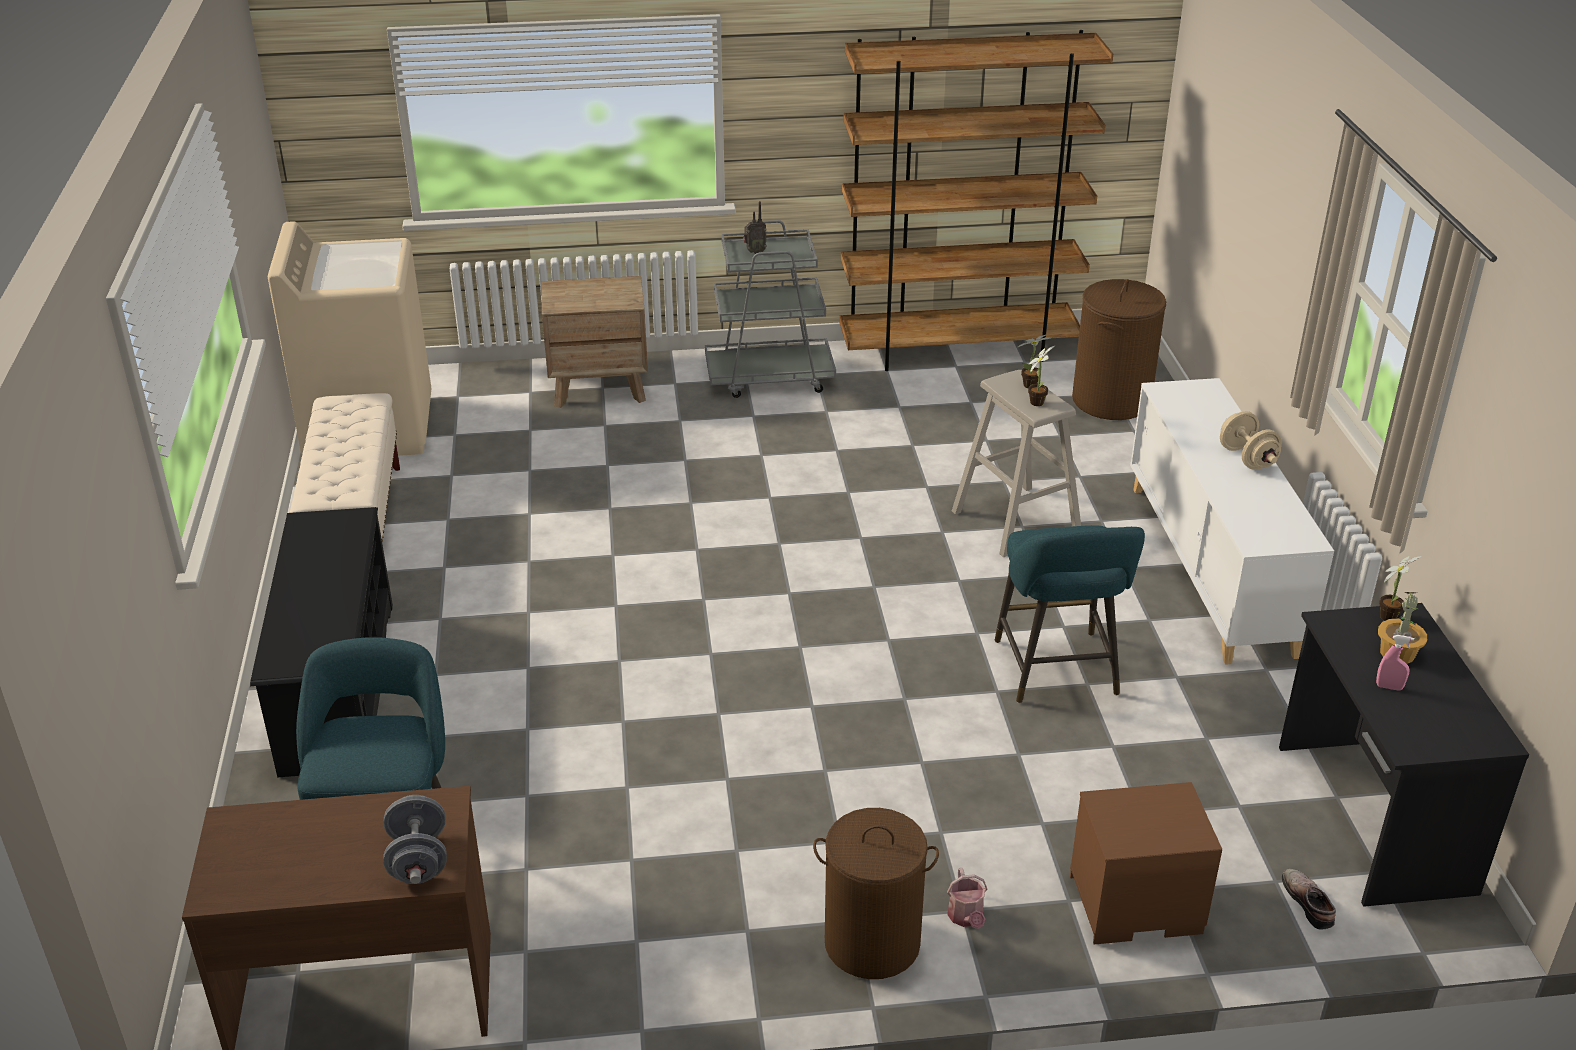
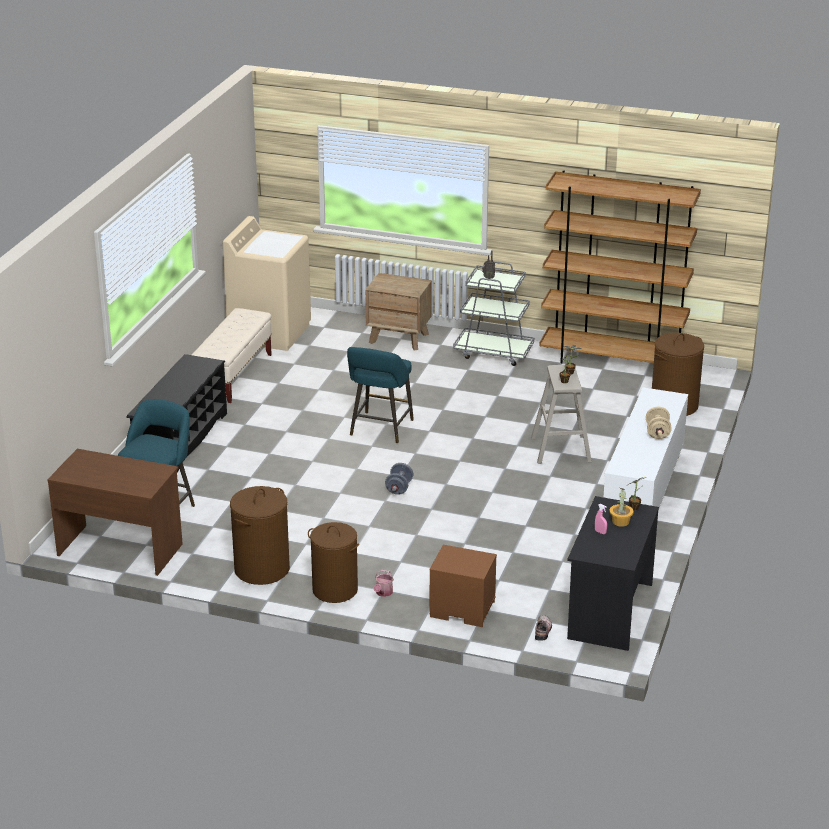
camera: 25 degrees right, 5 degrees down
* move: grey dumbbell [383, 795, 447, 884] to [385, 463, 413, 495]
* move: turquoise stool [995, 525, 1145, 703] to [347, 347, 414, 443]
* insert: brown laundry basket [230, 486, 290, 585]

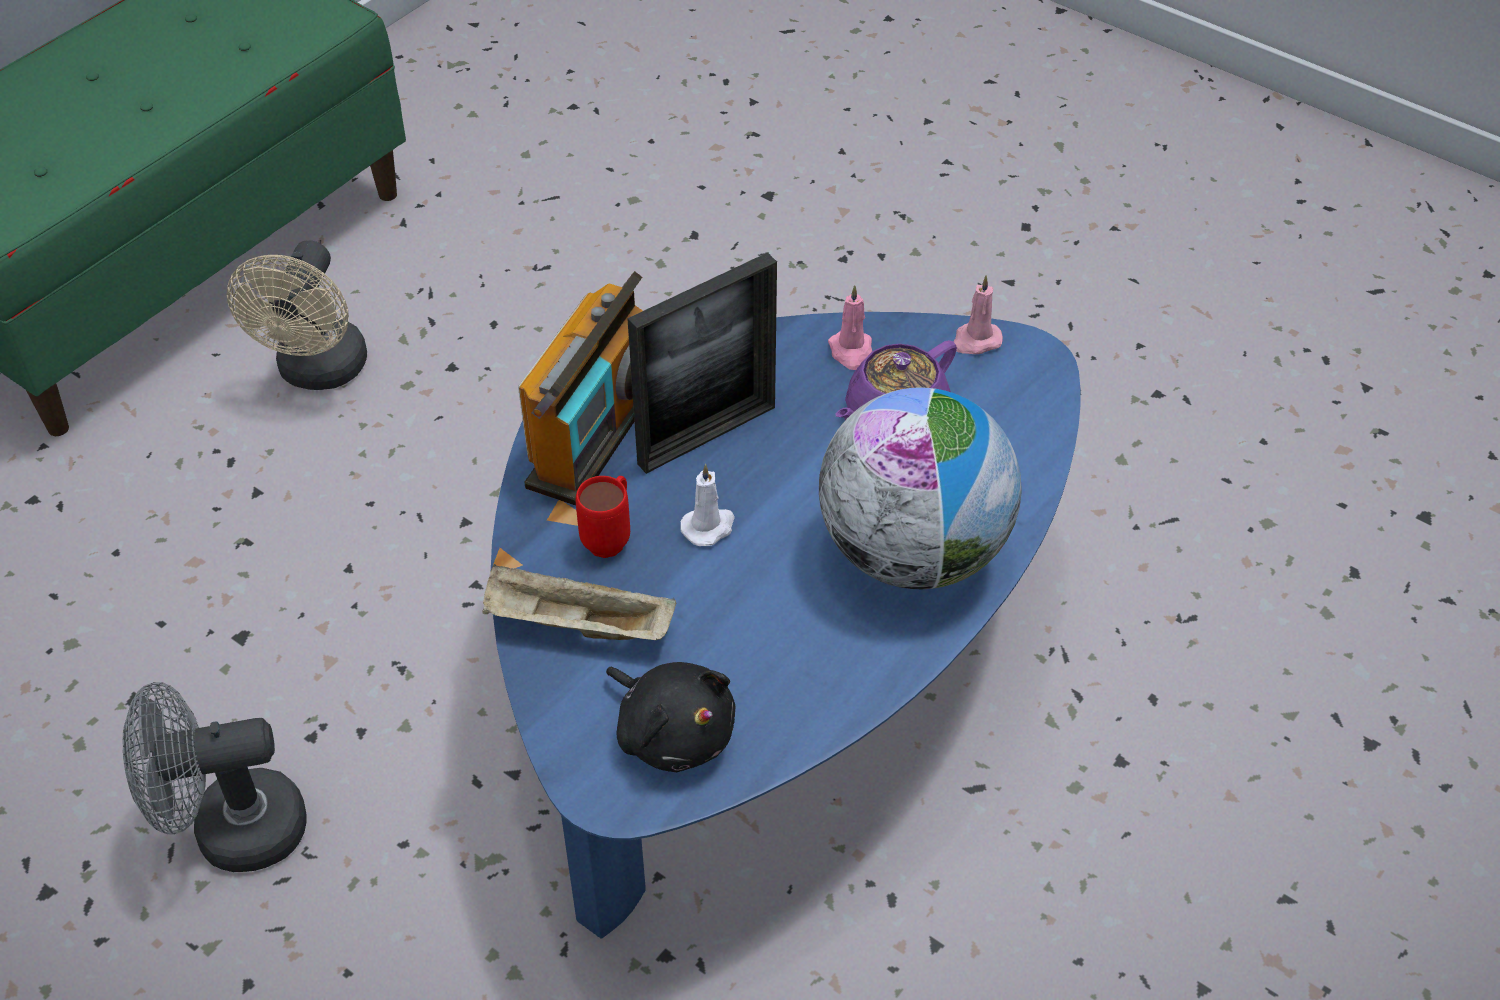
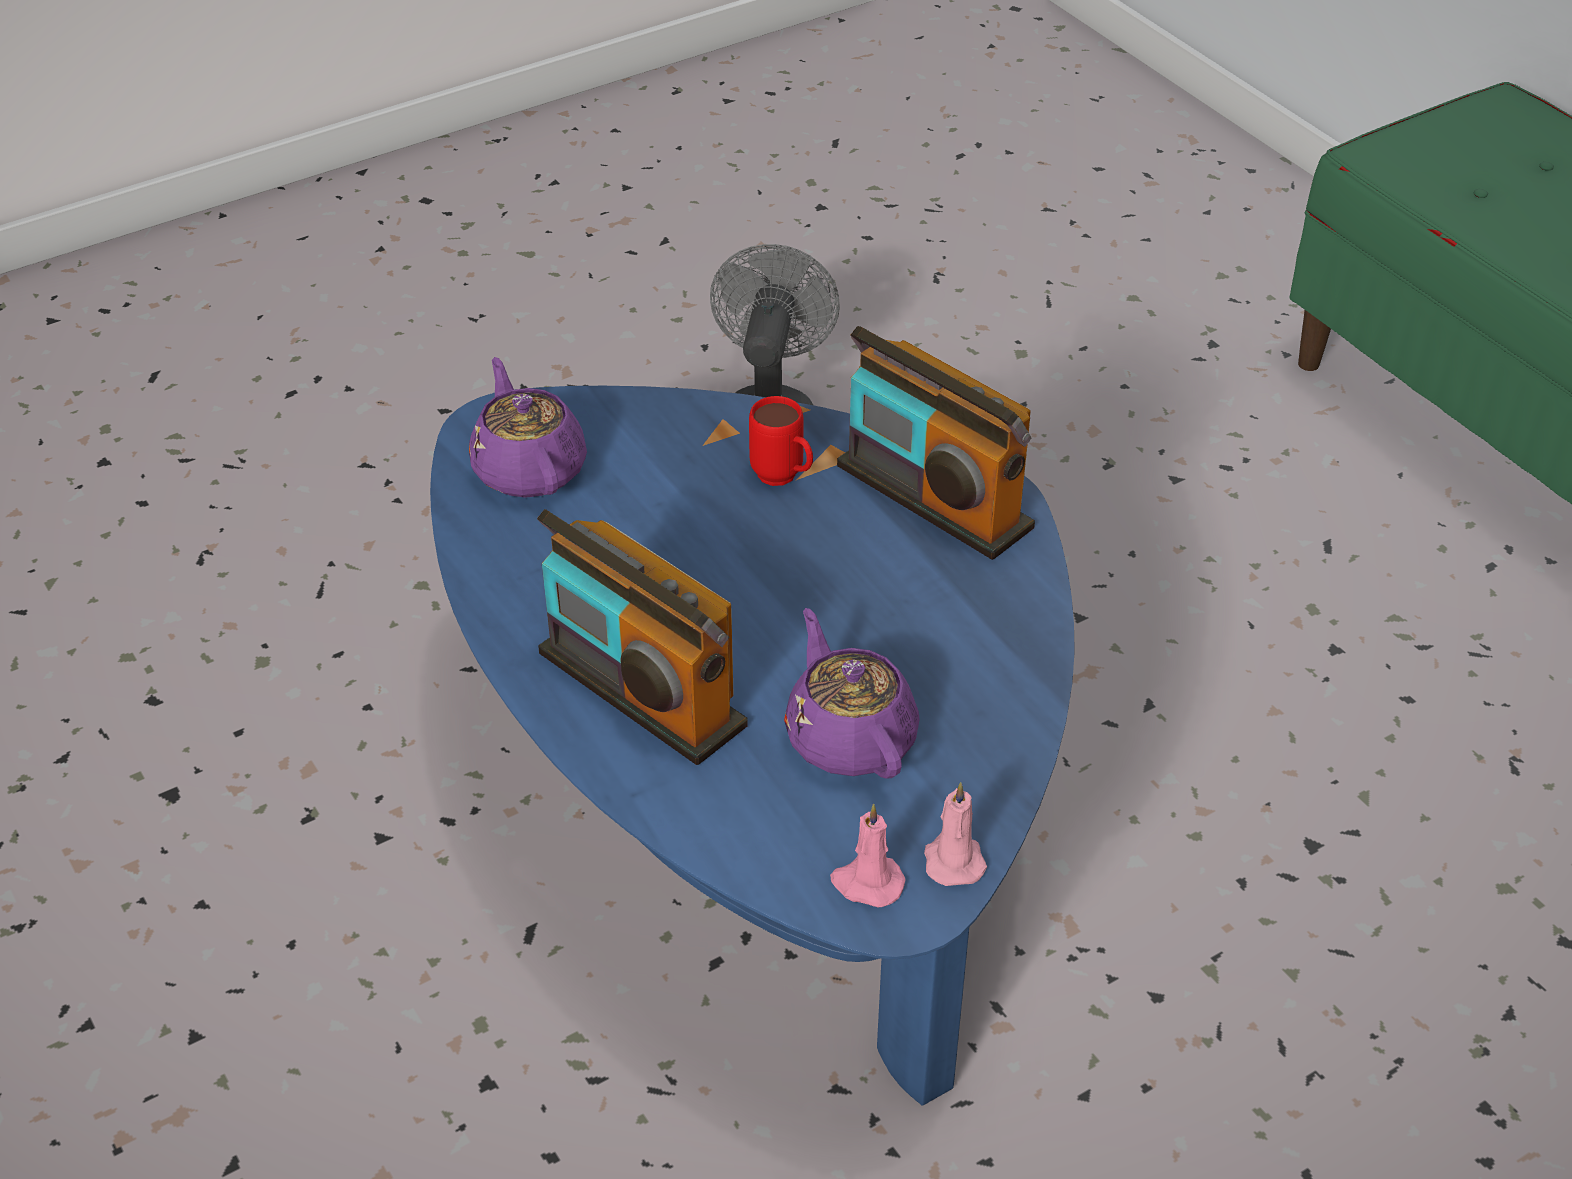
camera: 110 degrees right, 5 degrees down
* delete: beige fan [227, 240, 367, 390]
* delete: beige tray [482, 564, 676, 640]
* replace: black plush toy [606, 662, 735, 772] to purple teapot [469, 357, 587, 498]
* delete: picture frame [627, 253, 777, 474]
* delete: white candle [680, 464, 735, 546]
* replace: globe [819, 387, 1022, 589] to radio [537, 509, 748, 765]
* move: pink candle [828, 285, 872, 370] to [830, 804, 906, 907]

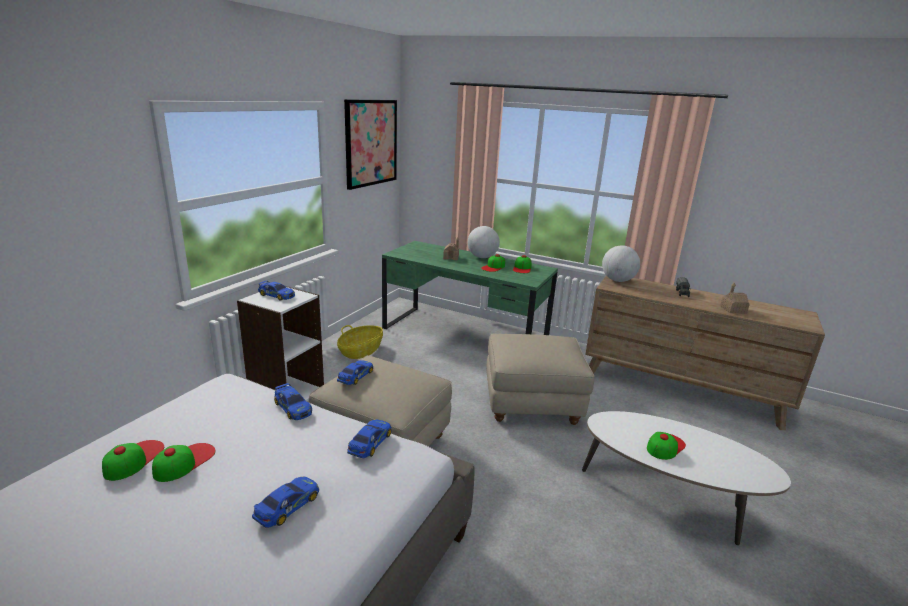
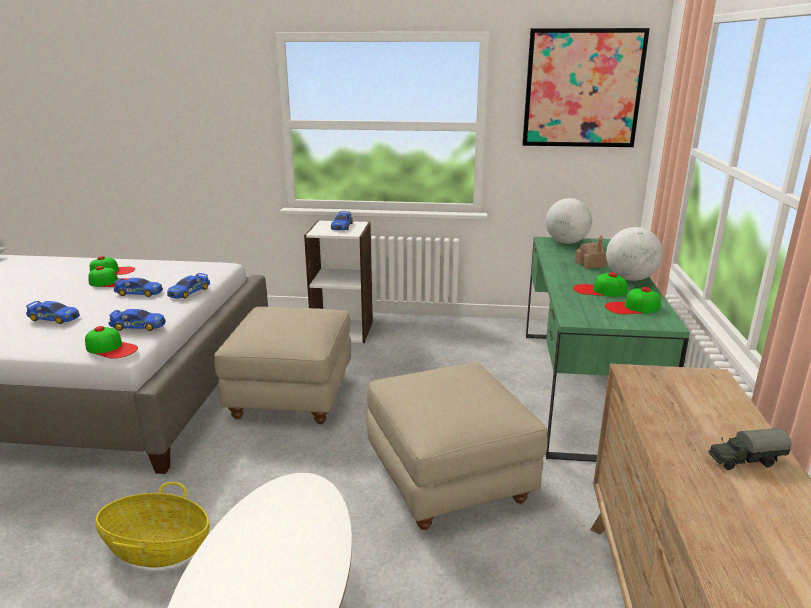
camera: 70 degrees right, 0 degrees up
* move: basket [337, 325, 383, 359] to [96, 482, 210, 567]
* move: toy car [337, 360, 373, 385] to [114, 278, 163, 297]
* move: globe [602, 245, 640, 282] to [546, 198, 592, 244]
* move: cap [647, 432, 686, 460] to [85, 326, 138, 359]
* delete: toy house [720, 283, 750, 314]

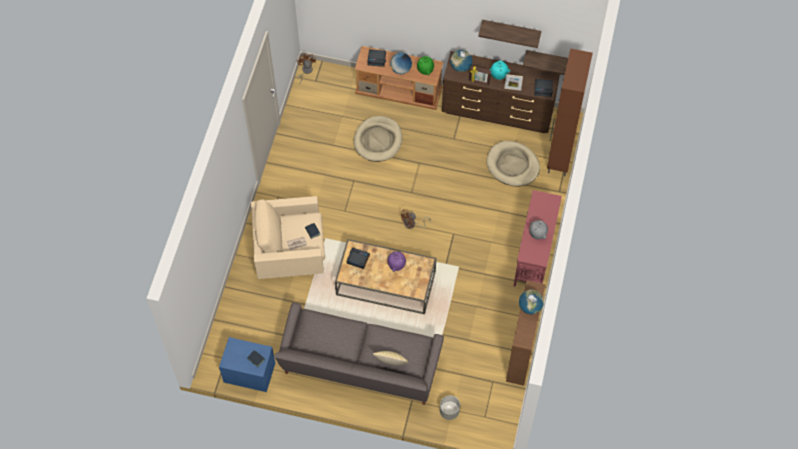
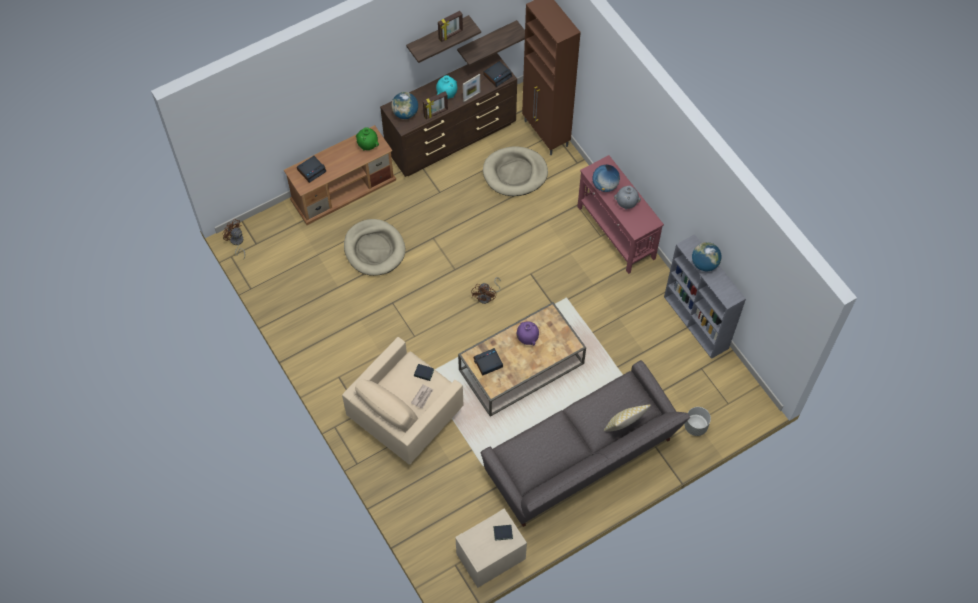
camera: 45 degrees left, 0 degrees up
* recolor: blue nightstand [219, 337, 275, 392] to beige nightstand [455, 509, 527, 588]
* move: globe [390, 53, 412, 74] to [592, 165, 620, 192]
* recolor: brown bookcase [506, 281, 545, 386] to grey bookcase [664, 234, 746, 359]
* insert: picture frame [438, 11, 463, 42]

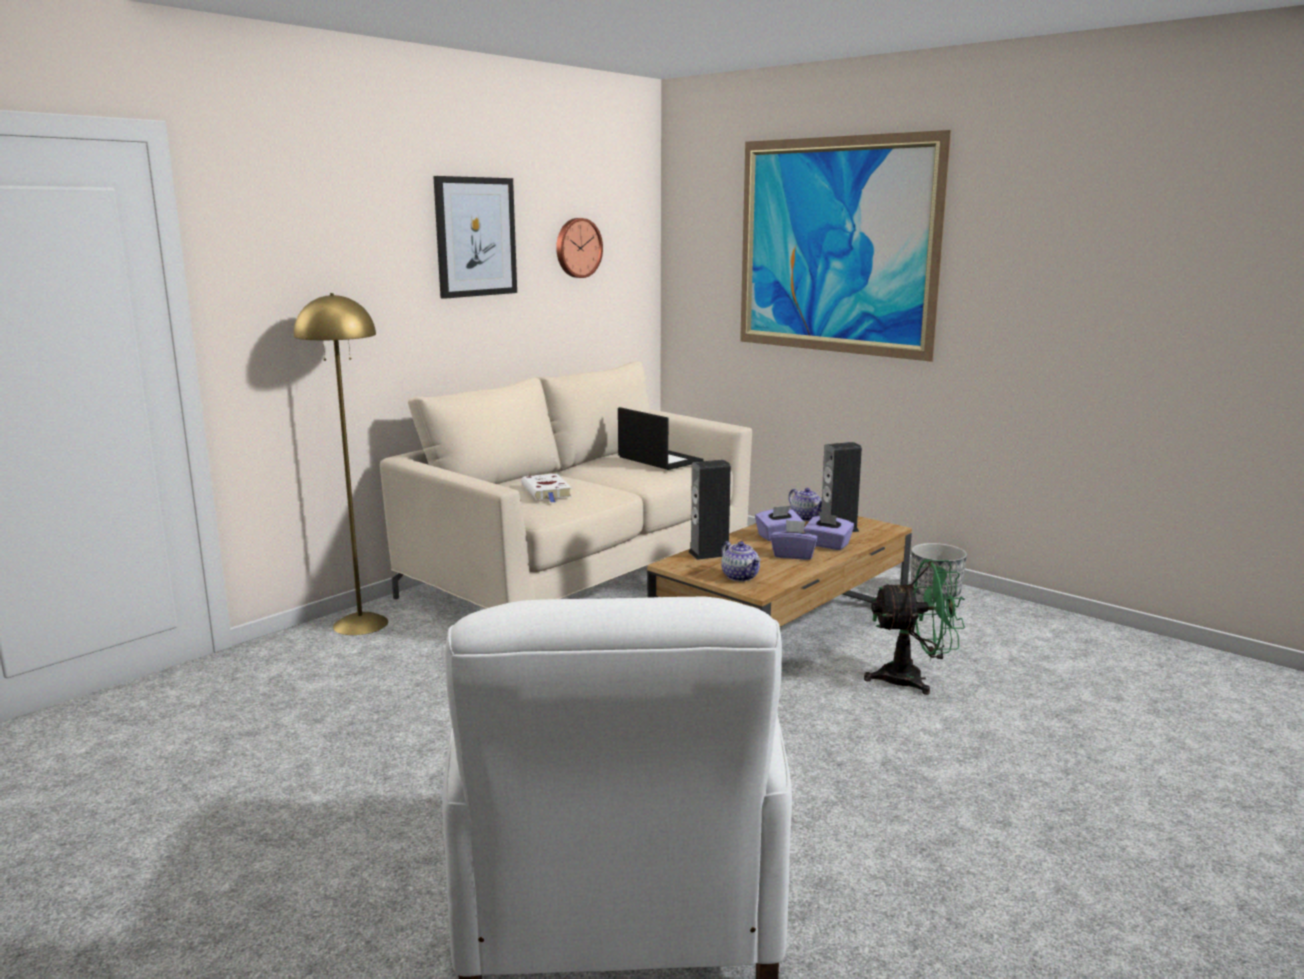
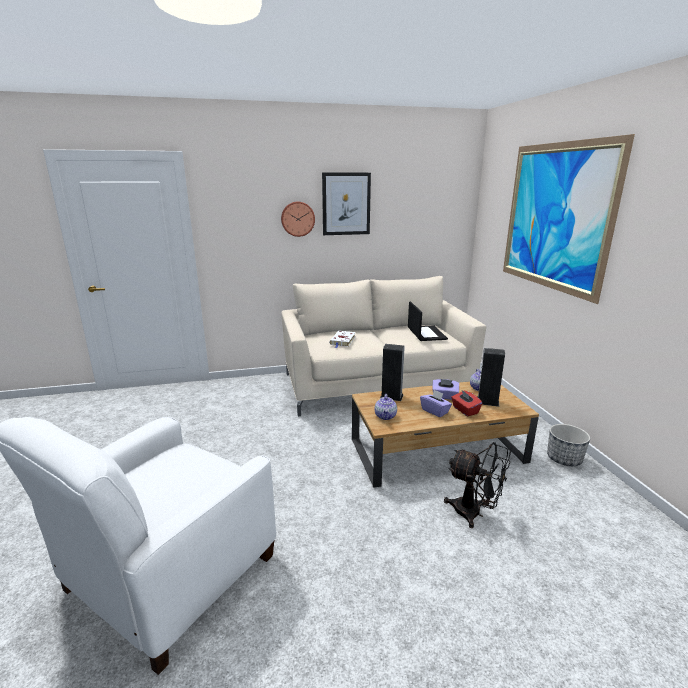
camera: 35 degrees right, 5 degrees up
* delete: yellow floor lamp [294, 293, 388, 635]
* move: wall clock [556, 218, 603, 278] to [281, 202, 315, 237]
* recolor: purple tissue box [804, 512, 854, 550] to red tissue box [451, 390, 482, 416]
* recolor: green fan [864, 560, 965, 695] to black fan [444, 442, 511, 528]

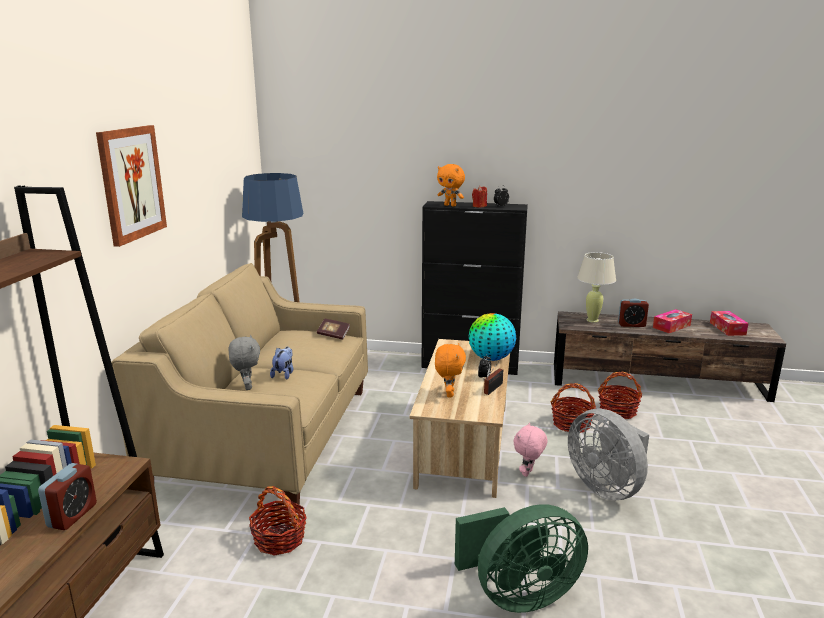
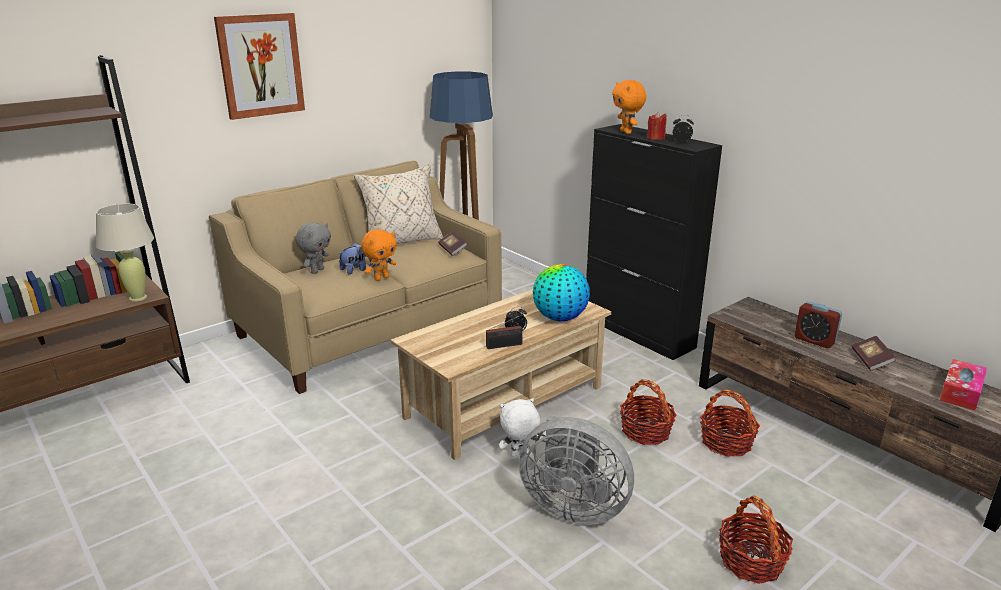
camera: 40 degrees right, 5 degrees up
* delete: alarm clock [38, 463, 97, 530]
* move: basket [249, 486, 307, 556] to [719, 496, 793, 584]
* move: orange plush toy [435, 343, 466, 398] to [361, 229, 397, 281]
* delete: green fan [455, 504, 588, 613]
* recolor: pink plush toy [514, 422, 547, 477] to white plush toy [499, 398, 540, 457]
* rotate: grey fan [568, 409, 649, 501] = [519, 414, 634, 525] 75 degrees counterclockwise
* move: beige table lamp [577, 252, 616, 323] to [96, 203, 154, 302]
* replace: tissue box [653, 309, 692, 333] to book [852, 336, 896, 371]
* insert: beige pillow [354, 164, 443, 244]

